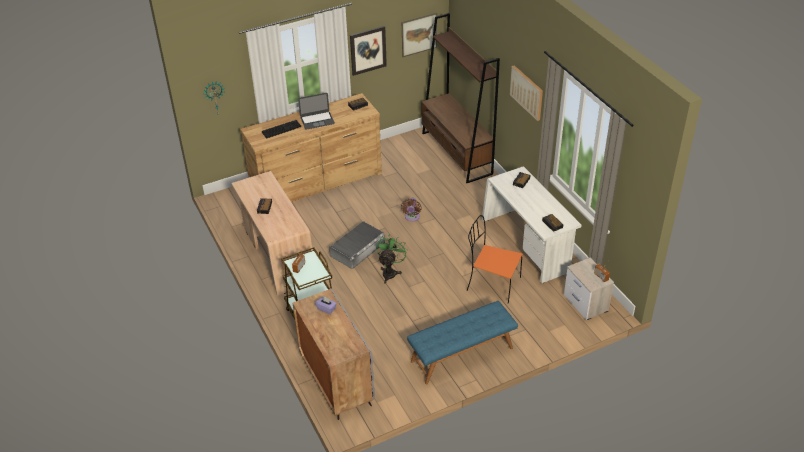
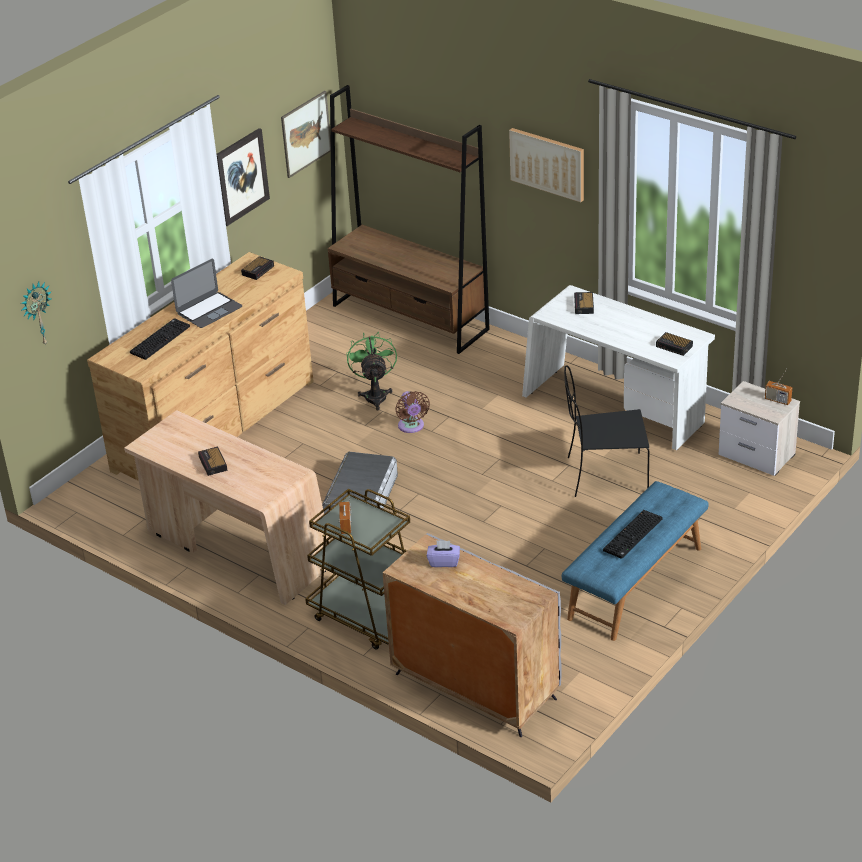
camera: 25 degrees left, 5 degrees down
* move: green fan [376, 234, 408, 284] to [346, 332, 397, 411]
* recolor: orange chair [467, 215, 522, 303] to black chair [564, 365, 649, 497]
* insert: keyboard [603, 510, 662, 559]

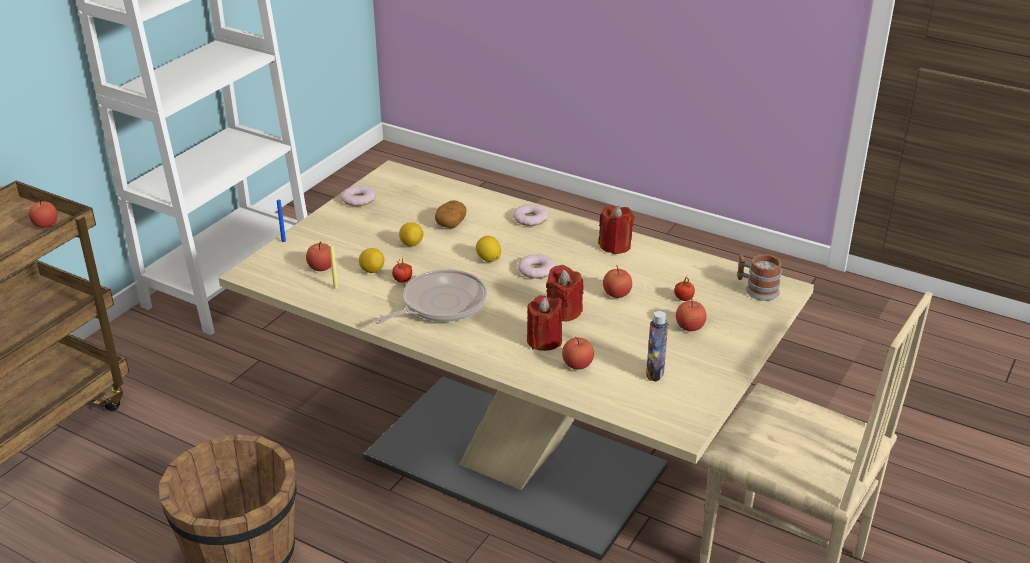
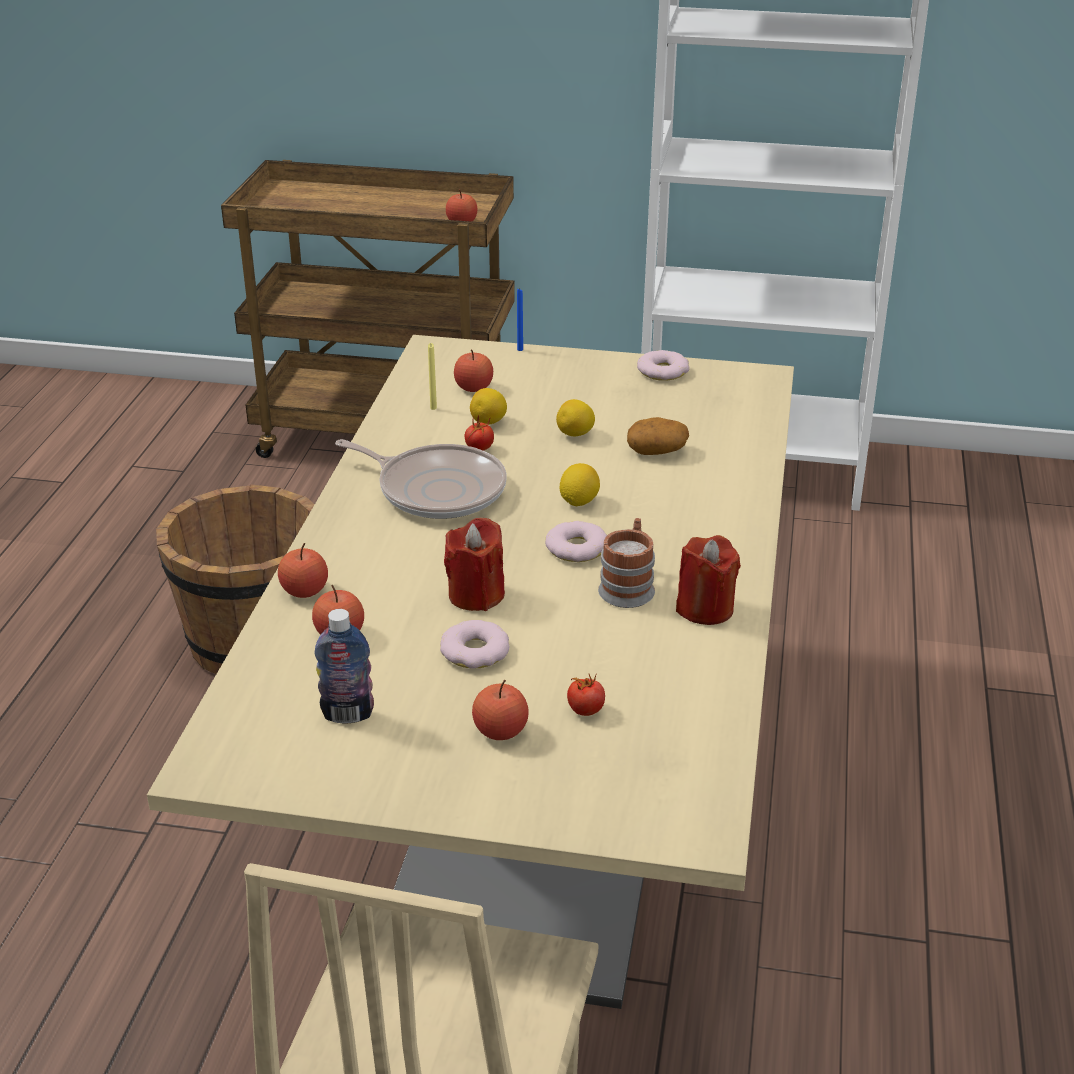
camera: 70 degrees right, 0 degrees up
* move: donut [513, 204, 549, 226] to [440, 620, 509, 669]
* delete: red candle [527, 295, 562, 351]
* move: apple [603, 265, 632, 298] to [278, 543, 328, 598]
* move: mug [737, 254, 782, 301] to [598, 518, 655, 608]

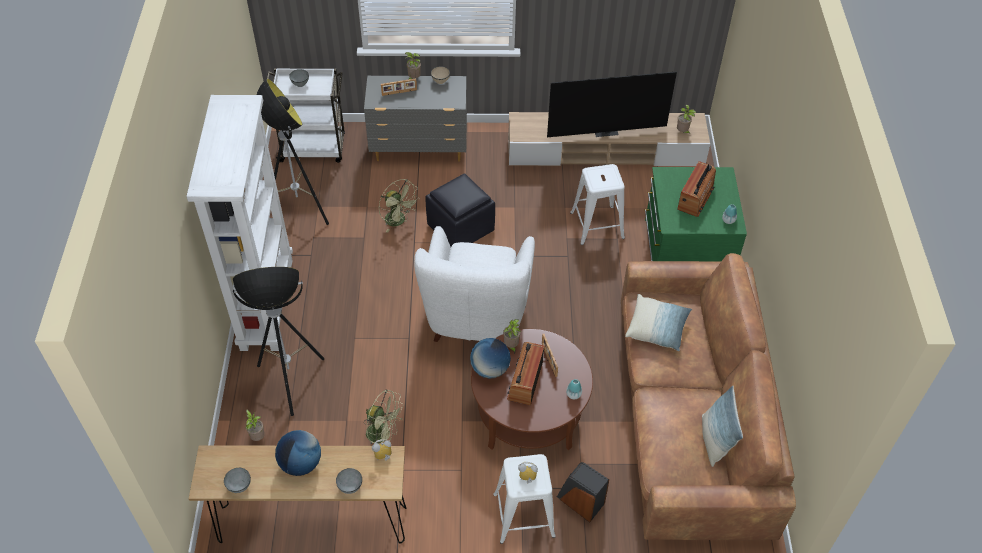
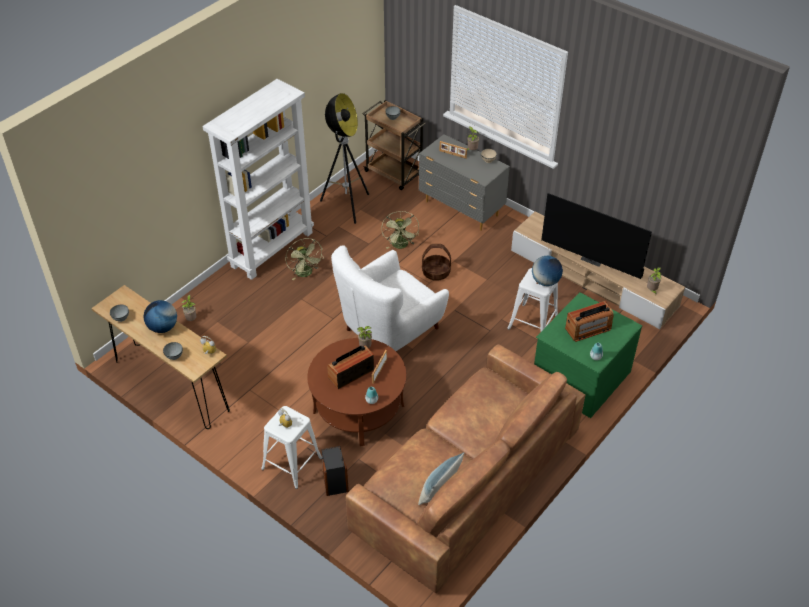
camera: 40 degrees right, 5 degrees down
* delete: floor lamp [232, 267, 324, 416]
* recolor: white cart [267, 68, 345, 163] to brown cart [363, 100, 426, 190]
* move: green fan [364, 390, 404, 444] to [286, 238, 324, 280]
* replace: black ottoman [425, 173, 495, 247] to basket [422, 244, 451, 281]
* move: globe [470, 338, 511, 379] to [532, 256, 563, 286]
* delete: pillow [625, 294, 692, 351]

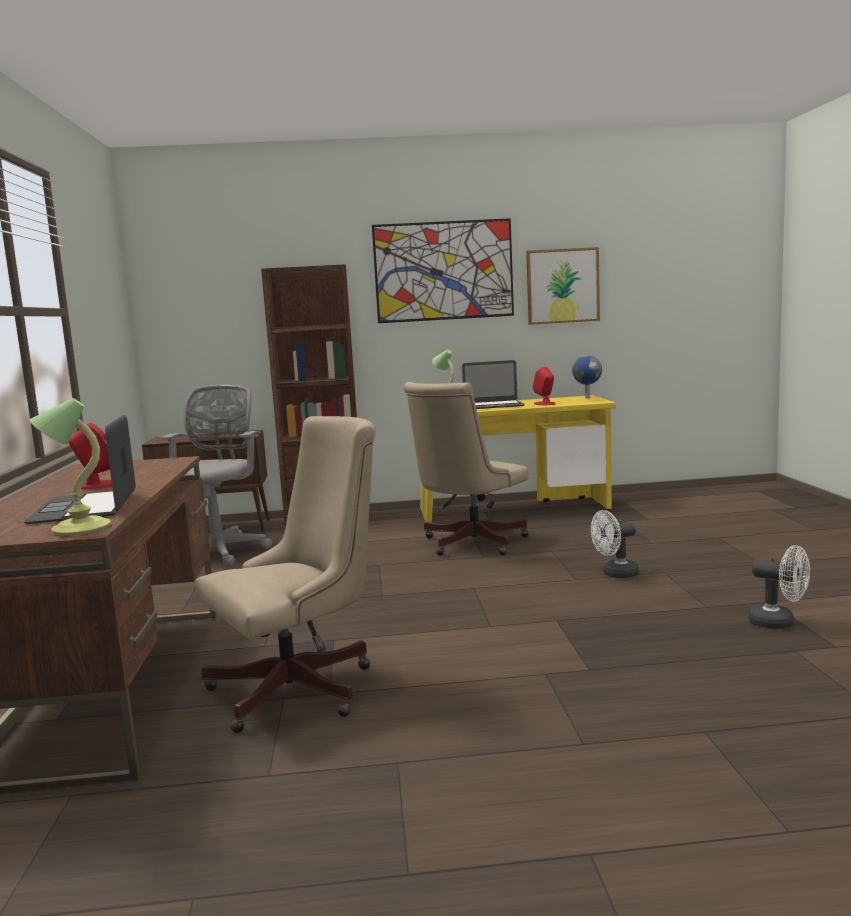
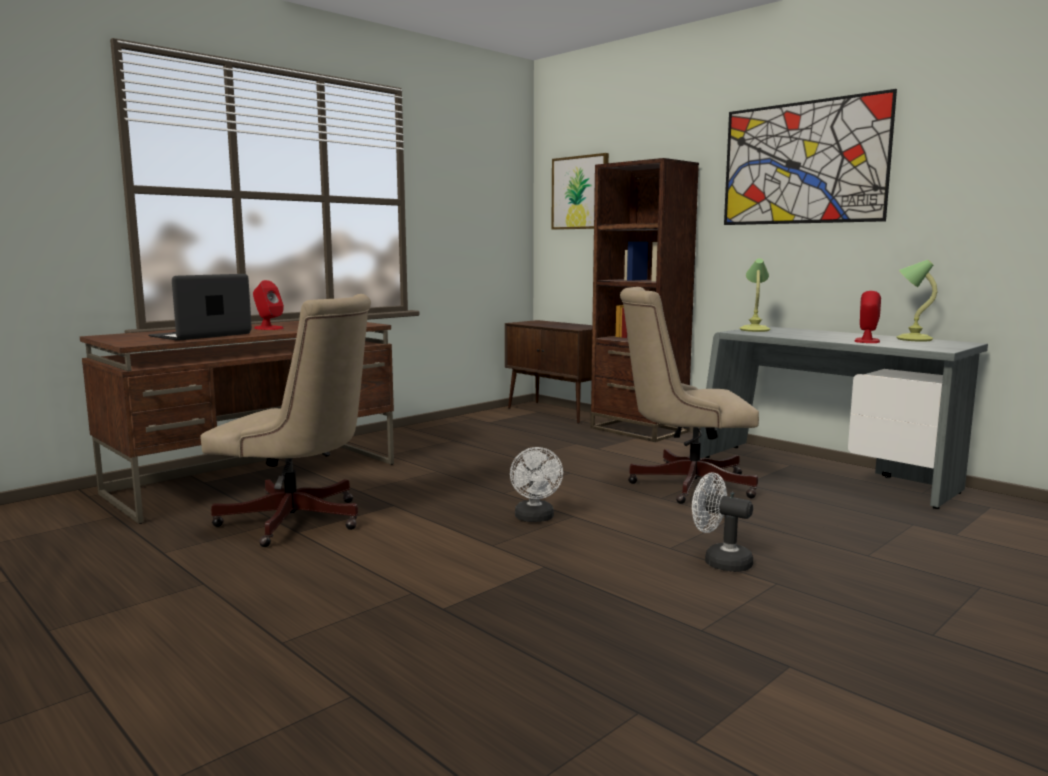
camera: 50 degrees right, 0 degrees up
* move: table lamp [30, 398, 111, 536] to [897, 260, 937, 342]
* delete: grey office chair [160, 385, 272, 566]
* recolor: yellow desk [420, 395, 616, 523] to grey desk [699, 326, 988, 509]
* delete: laptop [462, 360, 525, 409]
* move: picture [526, 247, 600, 325] to [551, 153, 609, 230]
* delete: globe [572, 355, 602, 399]
* move: white fan [748, 545, 810, 629] to [510, 447, 563, 522]

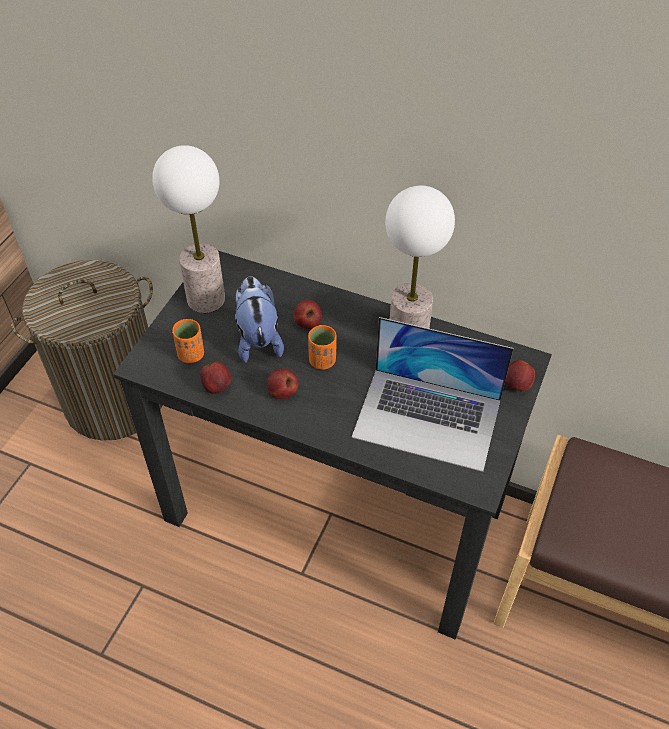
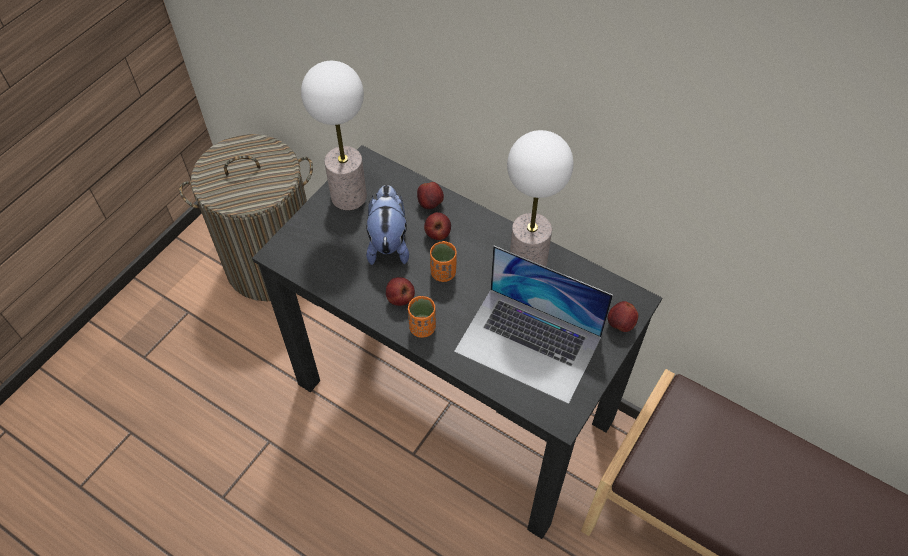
camera: 10 degrees right, 5 degrees up
* move: orange cup [172, 319, 204, 363] to [408, 296, 436, 338]
* move: apple [200, 362, 231, 394] to [417, 182, 444, 209]

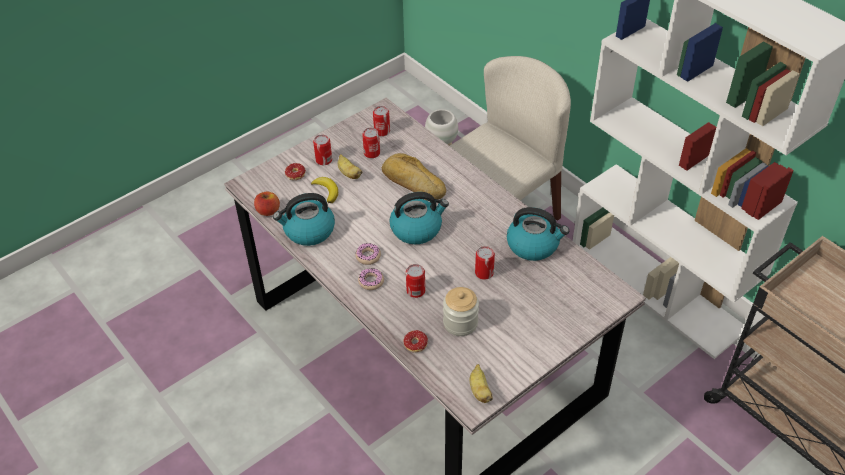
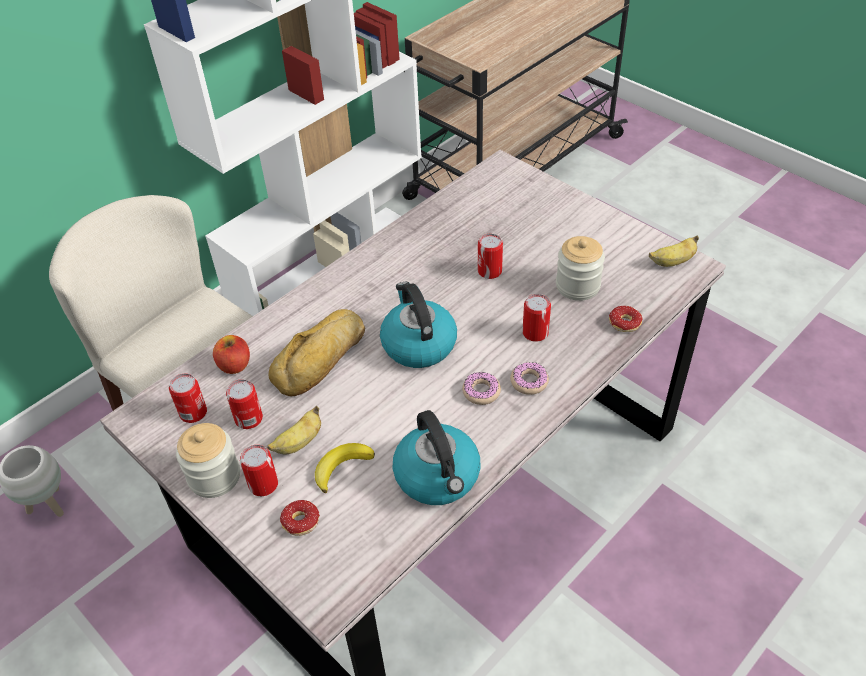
camera: 95 degrees left, 0 degrees up
* move: apple [254, 192, 280, 216] to [213, 335, 250, 374]
* delete: kettle [507, 207, 569, 261]
* insert: jar [176, 423, 240, 498]

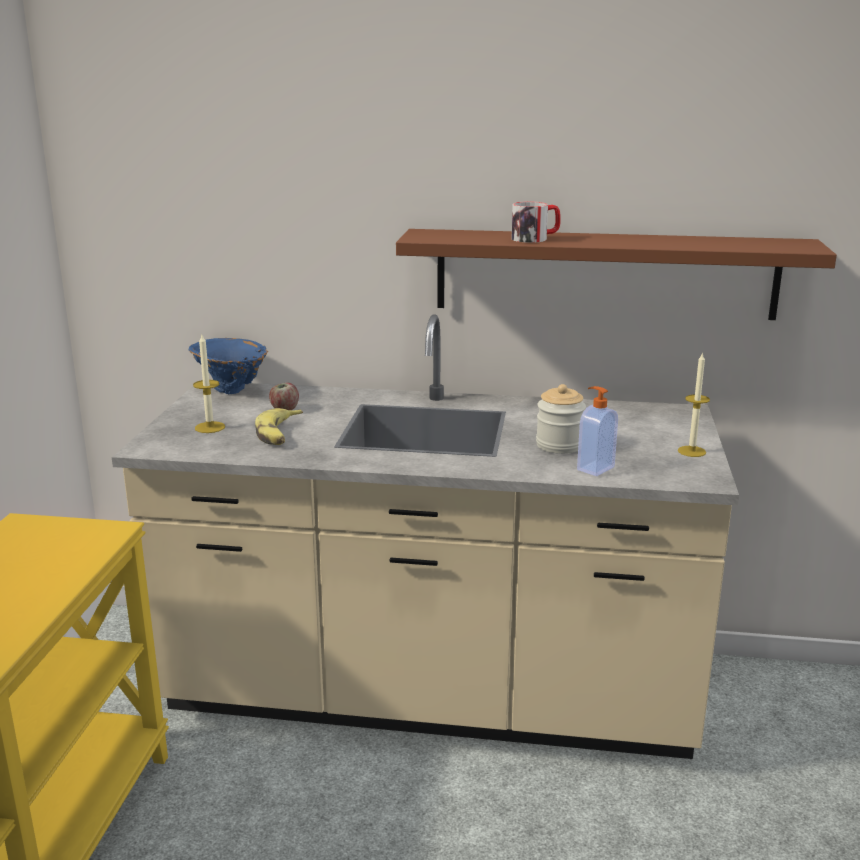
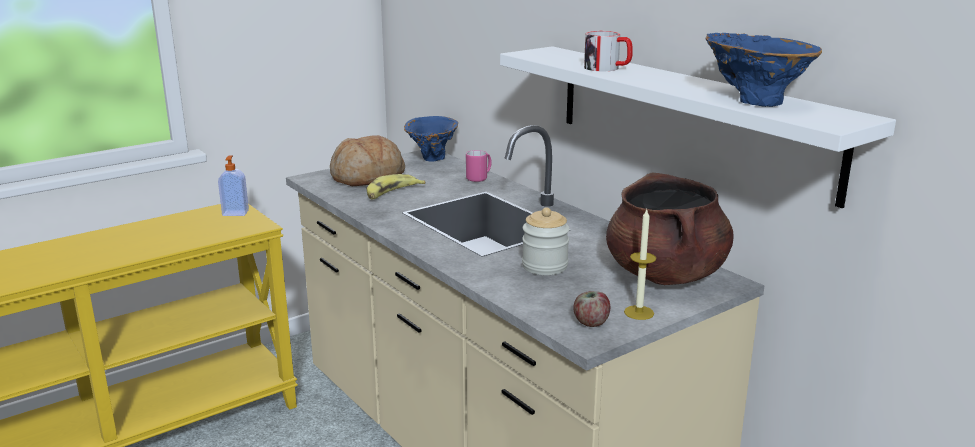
camera: 45 degrees right, 0 degrees up
* replace: candle [193, 335, 225, 433] to bread [330, 135, 405, 186]
* move: apple [269, 383, 299, 410] to [573, 291, 610, 327]
* recolor: brown shelf [396, 229, 837, 320] to white shelf [500, 46, 896, 208]
* move: soap dispenser [577, 386, 618, 476] to [218, 156, 249, 216]
* insert: pink mug [466, 150, 492, 182]
* insert: brown cooking pot [606, 172, 734, 285]
* insert: blue vase [705, 33, 822, 107]

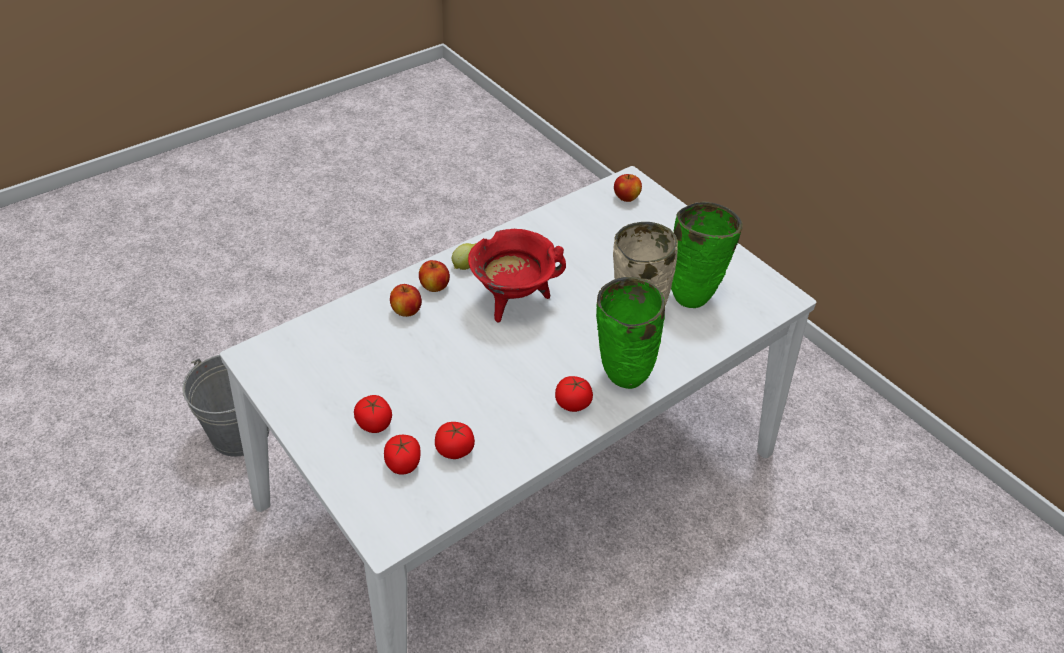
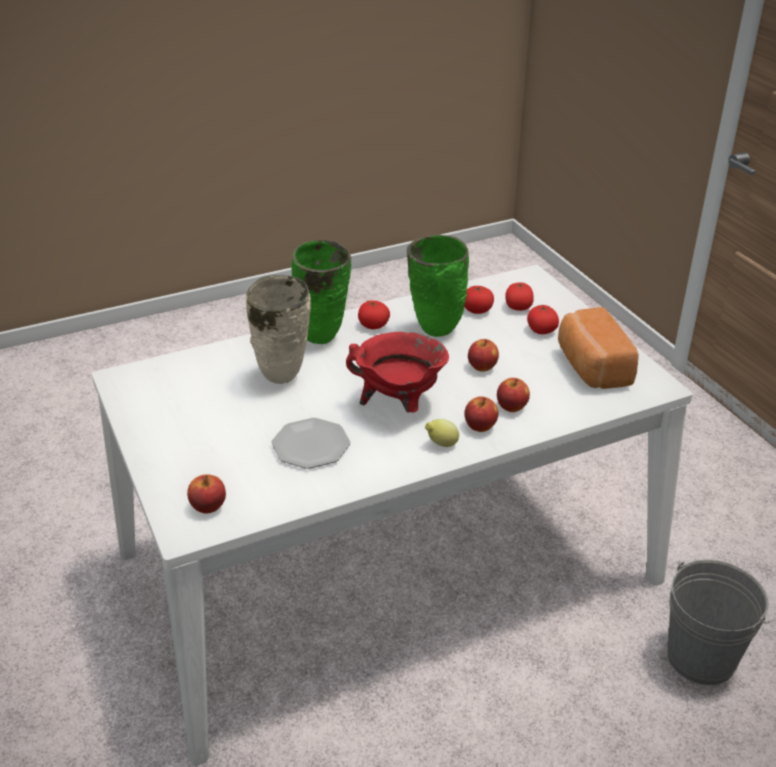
camera: 165 degrees left, 10 degrees down
* move: green vase [671, 202, 743, 308] to [406, 235, 469, 337]
* insert: plate [271, 418, 350, 469]
* insert: apple [468, 339, 499, 372]
* insert: bread [558, 307, 639, 389]

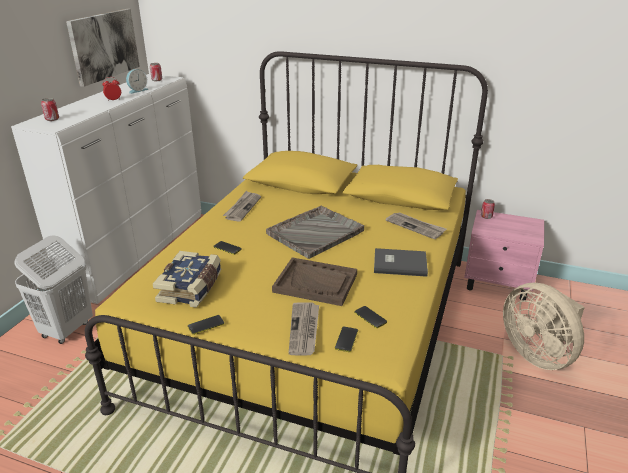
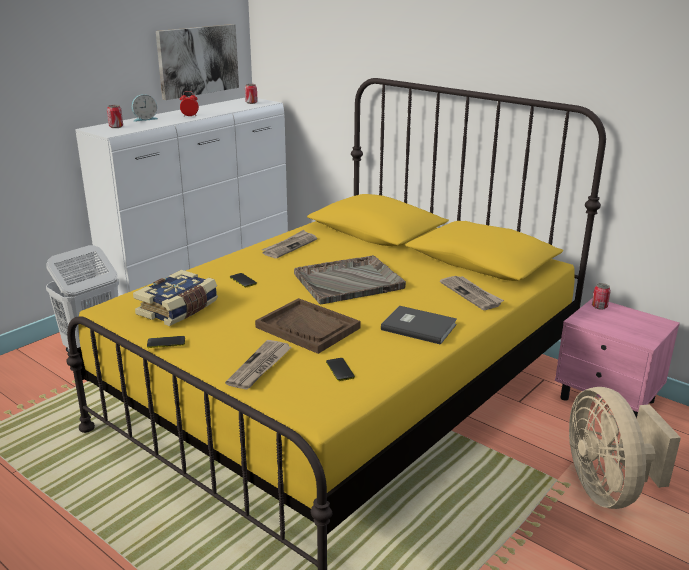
camera: 20 degrees right, 5 degrees down
* move: alarm clock [126, 69, 149, 94] to [132, 94, 158, 122]
* delete: phone [335, 327, 358, 352]

